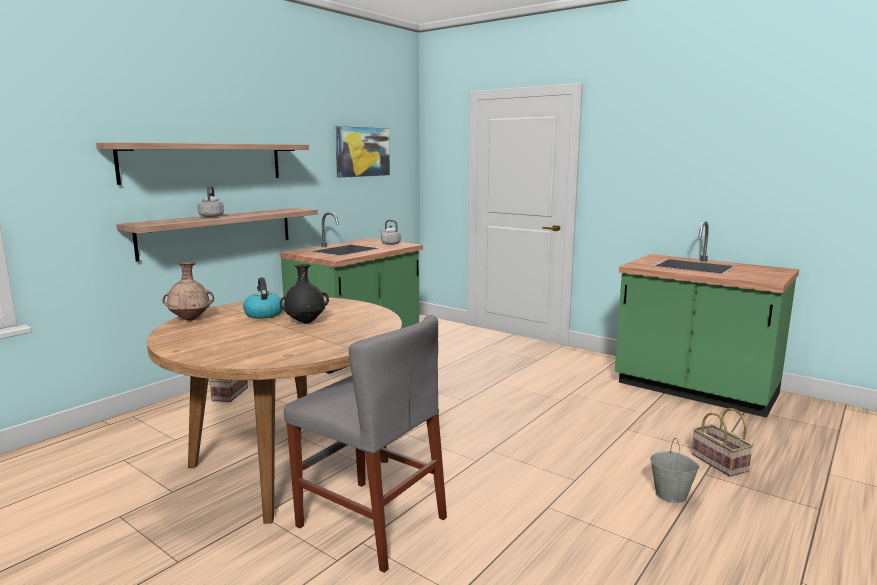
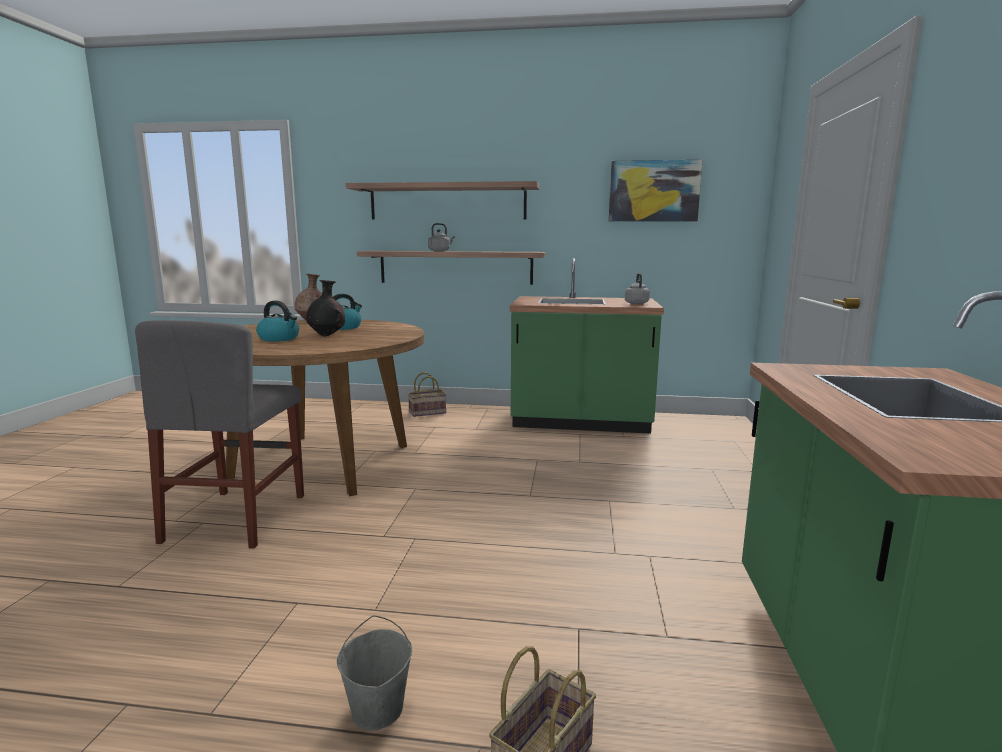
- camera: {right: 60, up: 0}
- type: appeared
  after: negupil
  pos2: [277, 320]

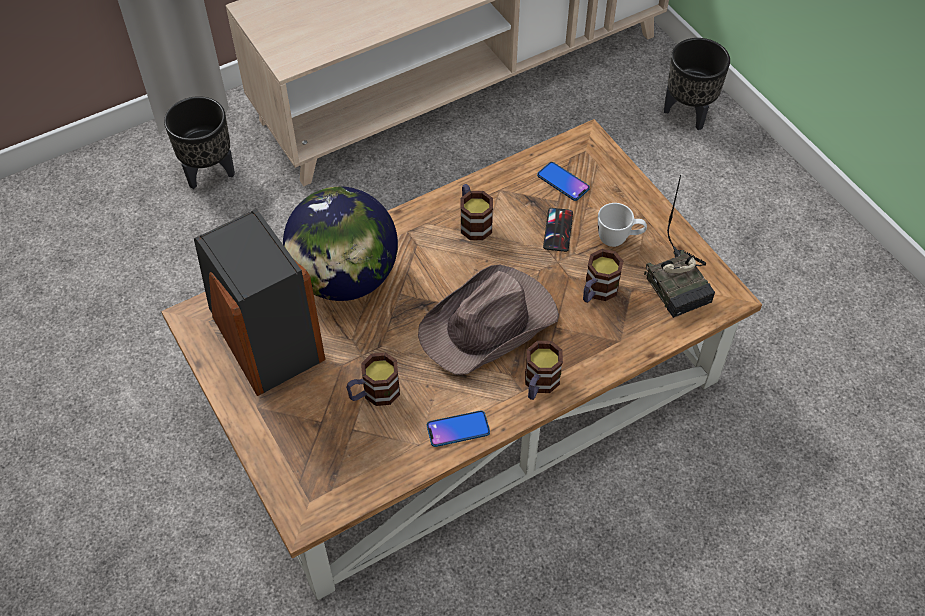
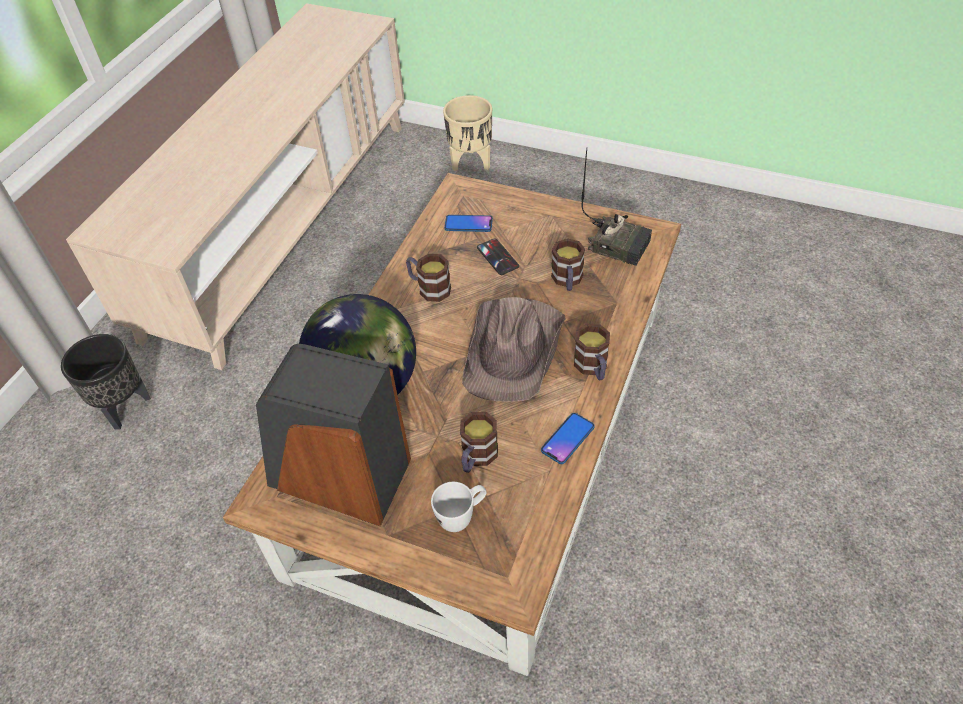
- camera: {right: -35, up: -5}
- type: colour
  before: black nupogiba
  after: beige nupogiba
  pos1: [697, 84]
  pos2: [467, 133]
- type: relocated
  before: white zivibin
  pos1: [622, 225]
  pos2: [459, 507]

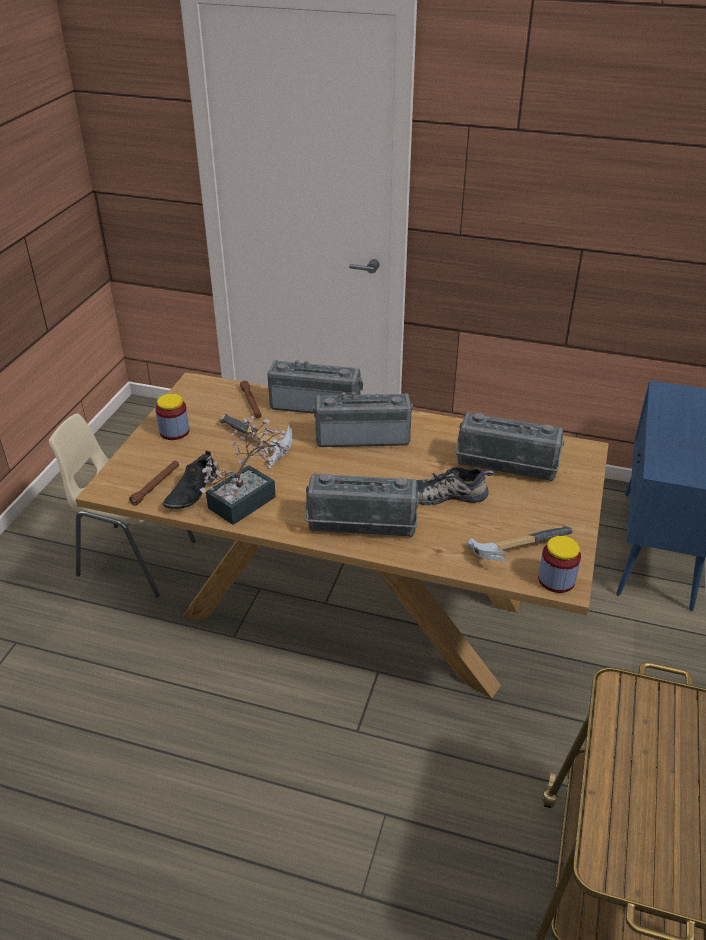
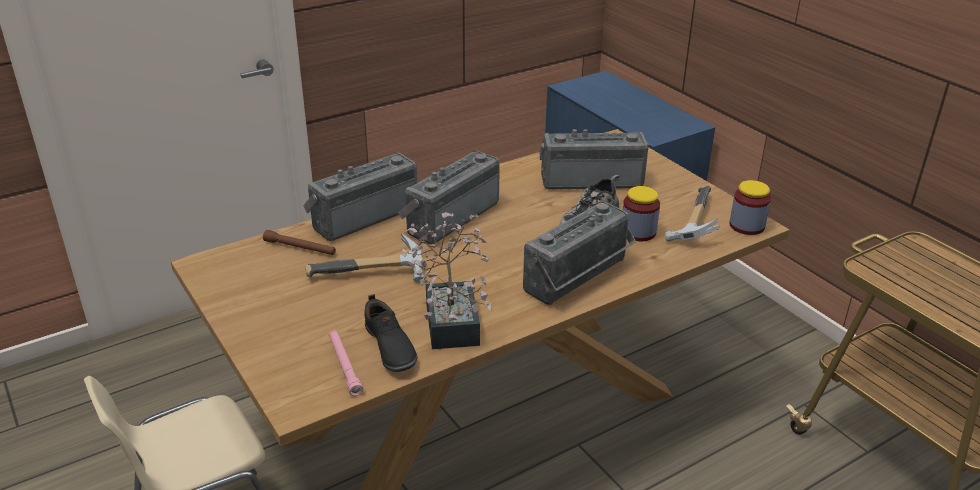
- camera: {right: -50, up: -5}
- type: relocated
  before: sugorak
  pos1: [172, 417]
  pos2: [641, 213]
- type: spun
  before: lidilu
  pos1: [509, 446]
  pos2: [594, 159]
  turn: -150
- type: colour
  before: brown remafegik
  after: pink remafegik
  pos1: [154, 483]
  pos2: [346, 363]

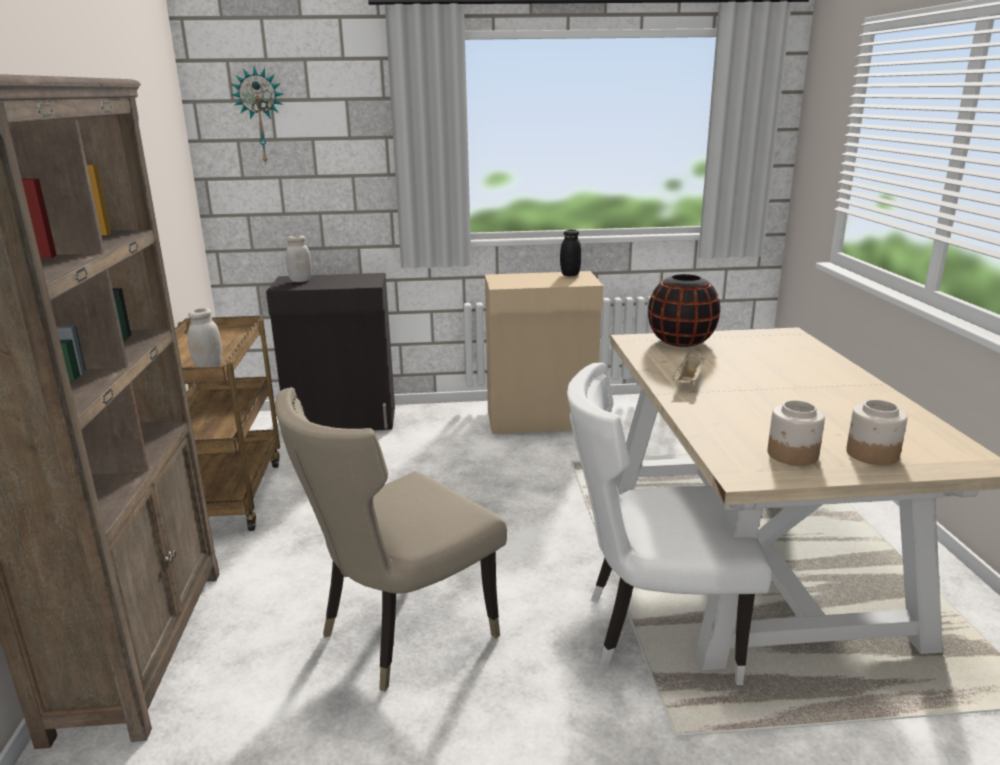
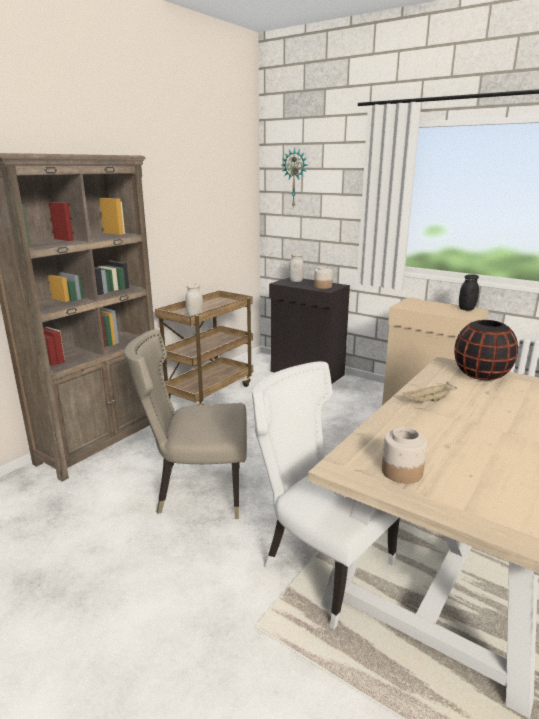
- camera: {right: 40, up: 0}
- type: relocated
  before: sugorak
  pos1: [876, 432]
  pos2: [323, 277]

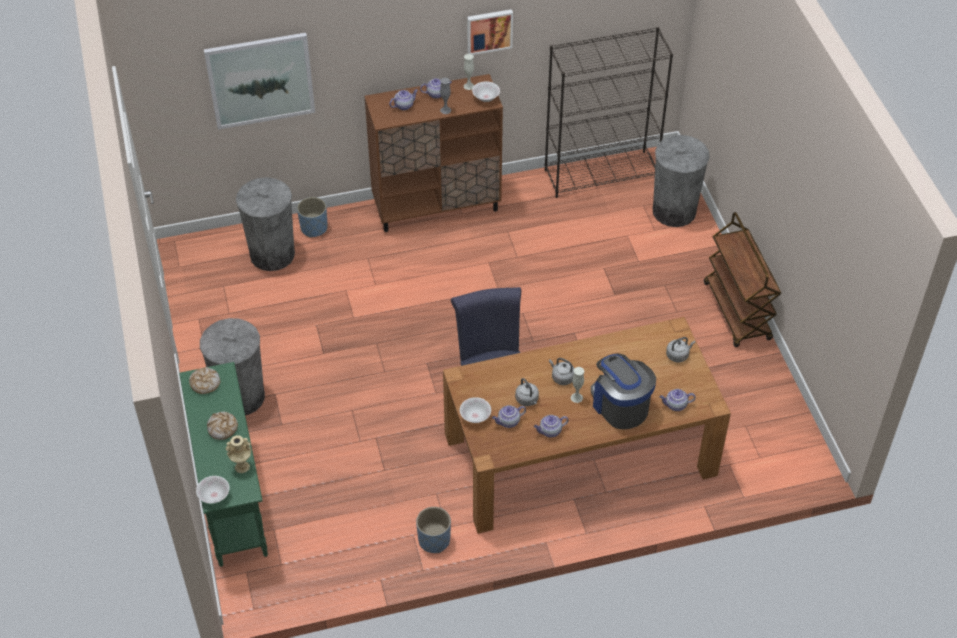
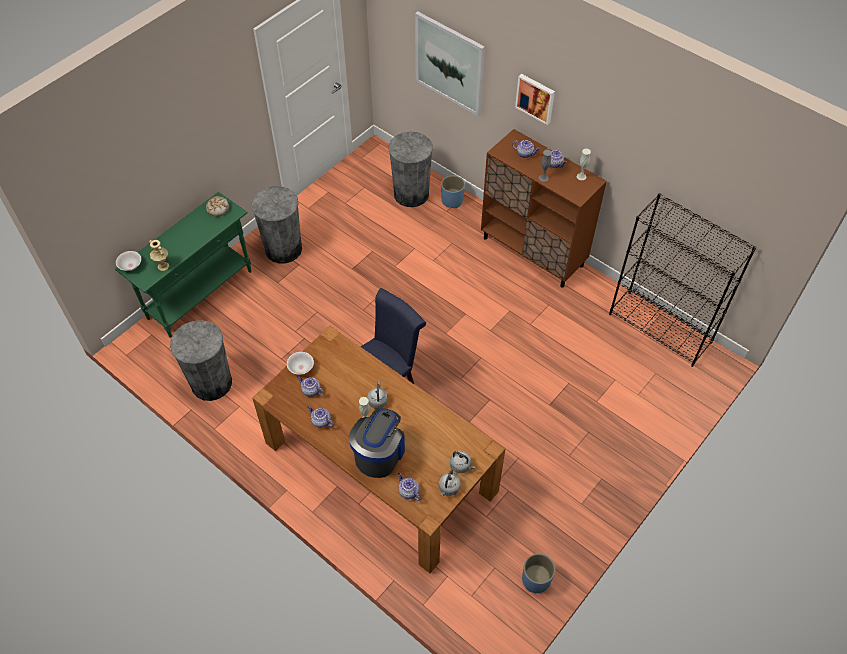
- camera: {right: 55, up: 5}
- type: relocated
  before: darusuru
  pos1: [490, 32]
  pos2: [535, 99]
- type: missing
  before: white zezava
  pos1: [486, 91]
- type: relocated
  before: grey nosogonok
  pos1: [681, 181]
  pos2: [201, 360]
- type: missing
  before: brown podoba
  pos1: [743, 279]
- type: relocated
  before: grey negupil
  pos1: [527, 392]
  pos2: [450, 483]
- type: missing
  before: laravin
  pos1: [222, 426]
- type: relocated
  before: blue nupogiba
  pos1: [433, 530]
  pos2: [538, 573]

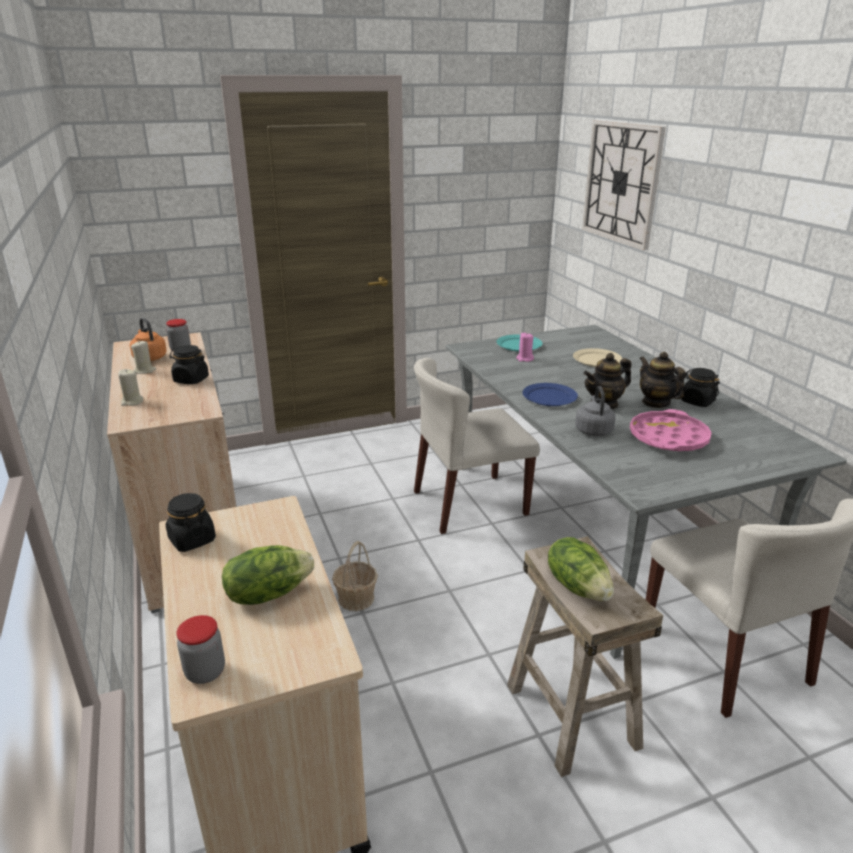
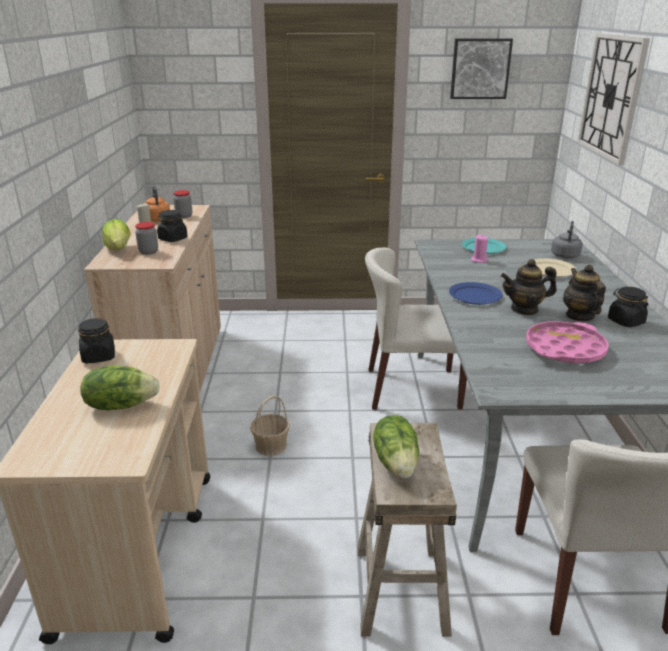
- camera: {right: 20, up: 0}
- type: exchanged
  before: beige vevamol
  after: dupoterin
  pos1: [130, 387]
  pos2: [116, 234]
- type: relocated
  before: grey negupil
  pos1: [596, 411]
  pos2: [567, 239]
- type: relocated
  before: sugorak
  pos1: [200, 649]
  pos2: [146, 238]
- type: appeared
  after: darusuru
  pos2: [481, 68]

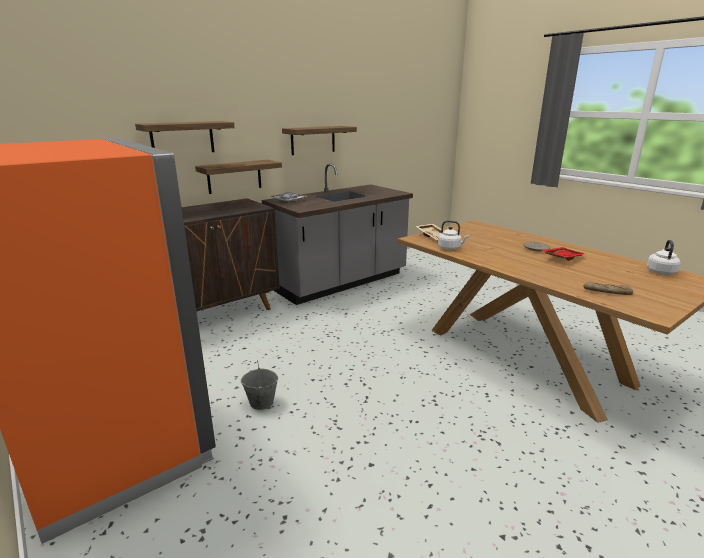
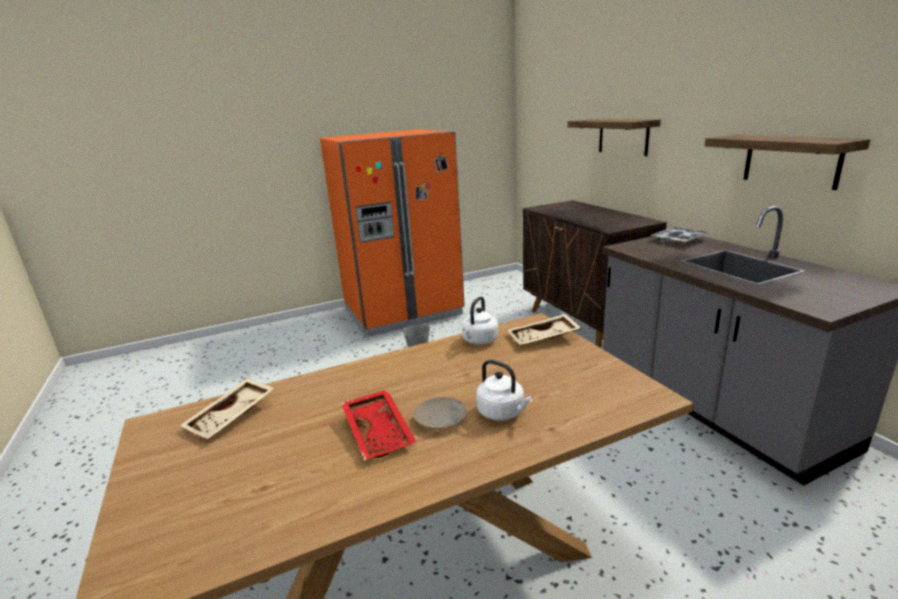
- camera: {right: 105, up: 0}
- type: missing
  before: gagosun
  pos1: [238, 177]
- type: relocated
  before: white negupil
  pos1: [663, 257]
  pos2: [504, 390]
- type: exchanged
  before: laravin
  after: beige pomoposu
  pos1: [608, 288]
  pos2: [227, 408]

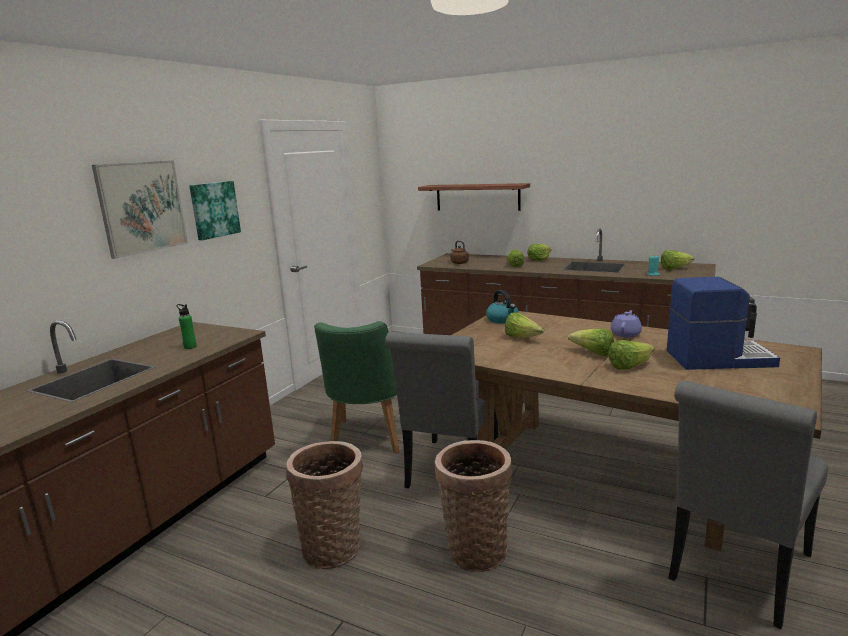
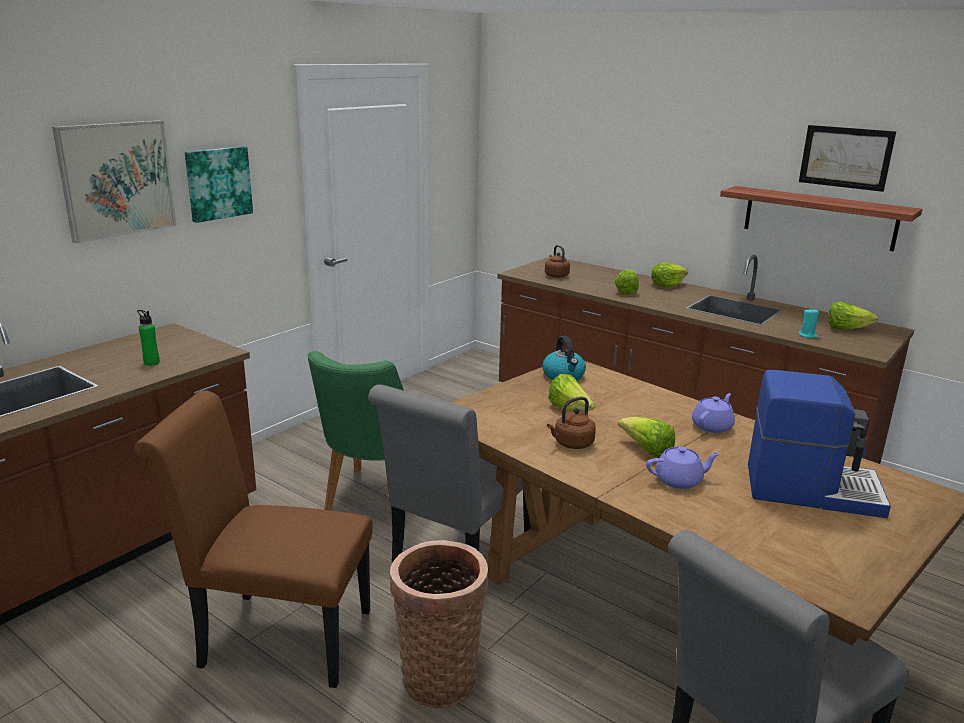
- camera: {right: 10, up: 5}
- type: relocated
  before: gagosun
  pos1: [474, 197]
  pos2: [821, 219]
- type: exchanged
  before: dupoterin
  after: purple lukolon
  pos1: [631, 355]
  pos2: [683, 468]
- type: exchanged
  before: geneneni
  after: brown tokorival
  pos1: [324, 505]
  pos2: [253, 539]
- type: appeared
  after: darusuru
  pos2: [847, 158]
- type: appeared
  after: brown negupil
  pos2: [571, 423]

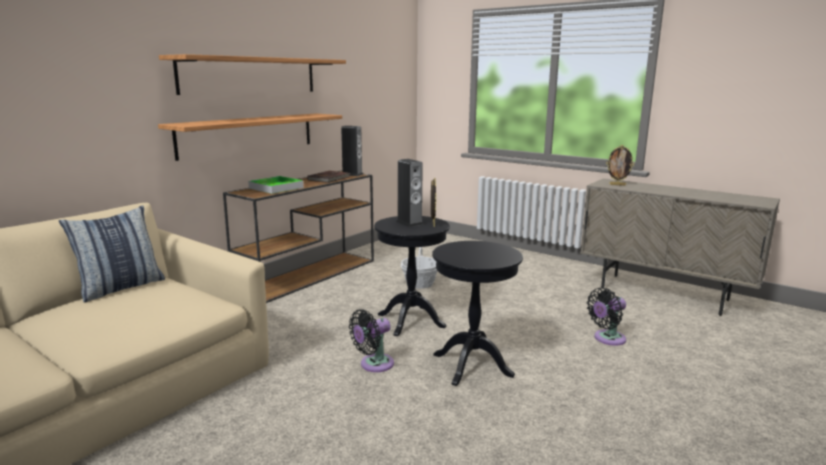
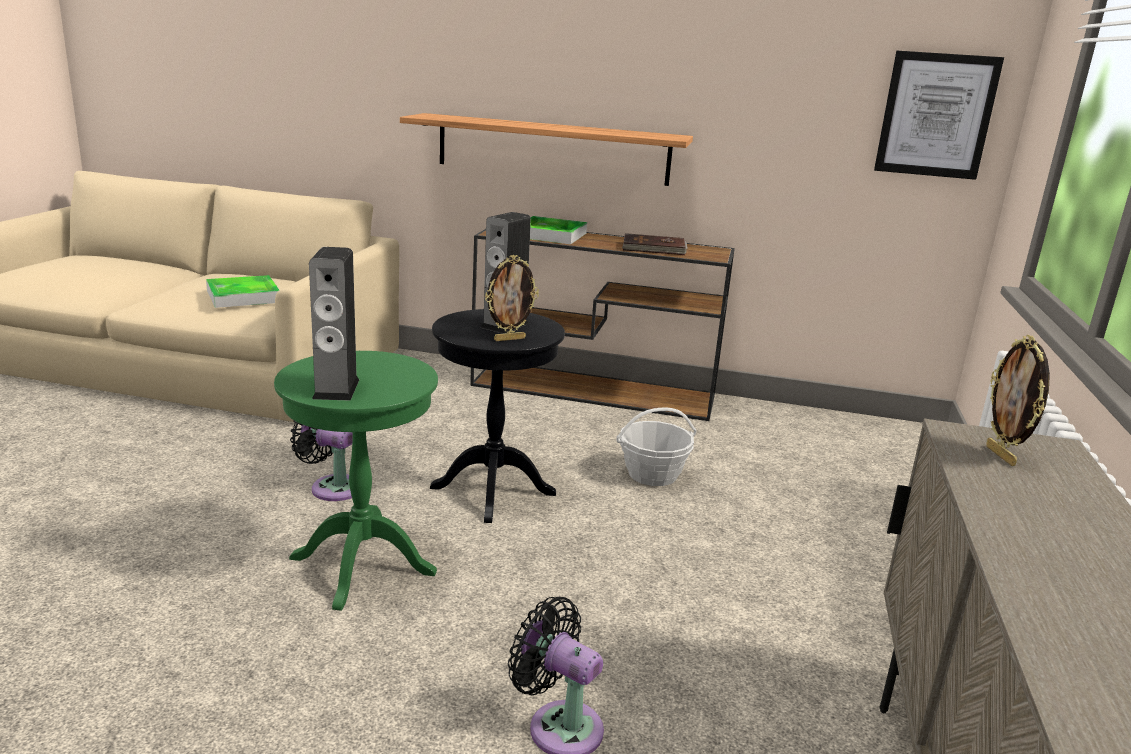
- camera: {right: 65, up: 5}
- type: missing
  before: gagosun
  pos1: [252, 74]
- type: relocated
  before: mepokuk
  pos1: [352, 151]
  pos2: [334, 324]
- type: missing
  before: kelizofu
  pos1: [112, 254]
- type: colour
  before: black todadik
  after: green todadik
  pos1: [477, 313]
  pos2: [356, 481]
- type: appeared
  after: darusuru
  pos2: [939, 115]
- type: appeared
  after: pomoposu
  pos2: [242, 291]

